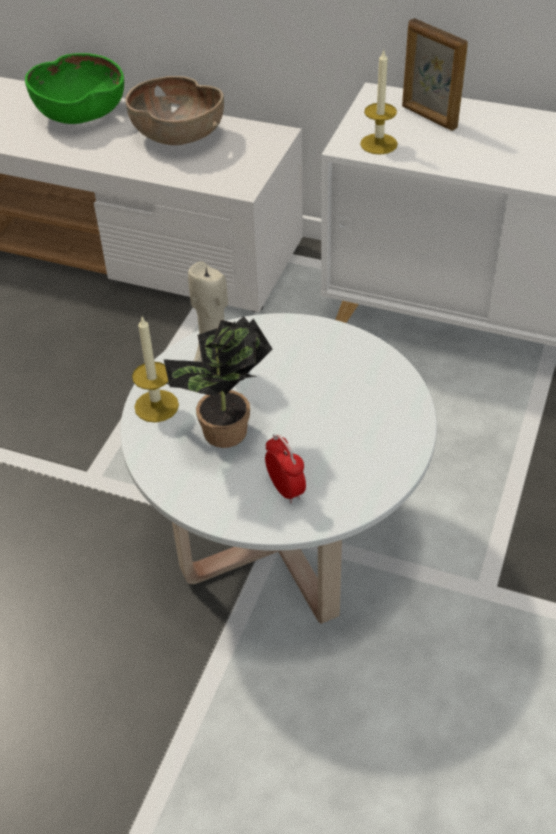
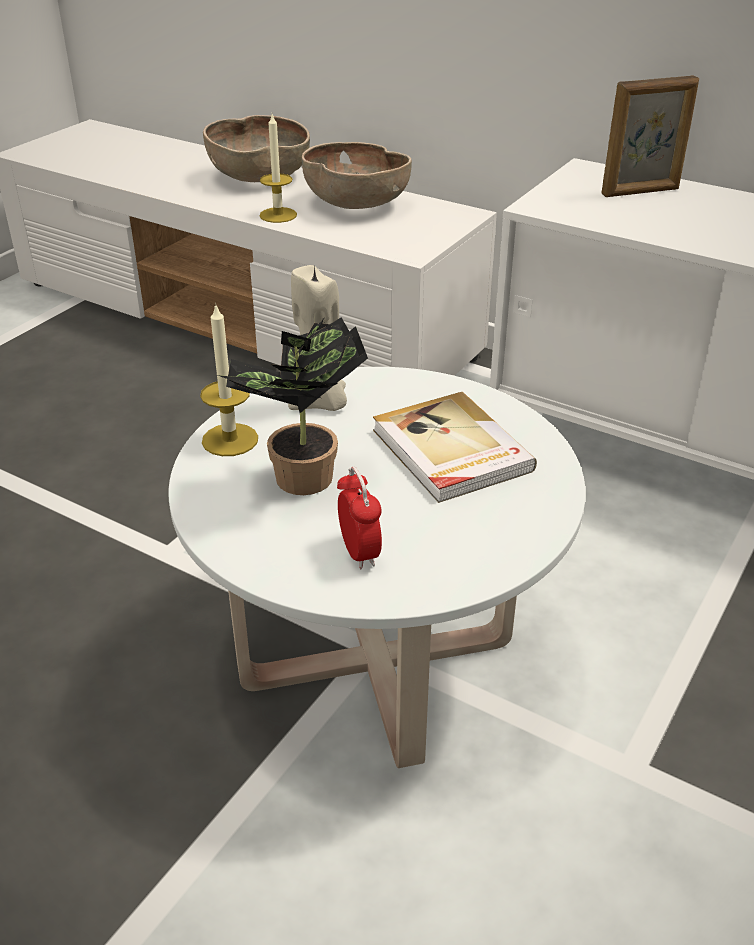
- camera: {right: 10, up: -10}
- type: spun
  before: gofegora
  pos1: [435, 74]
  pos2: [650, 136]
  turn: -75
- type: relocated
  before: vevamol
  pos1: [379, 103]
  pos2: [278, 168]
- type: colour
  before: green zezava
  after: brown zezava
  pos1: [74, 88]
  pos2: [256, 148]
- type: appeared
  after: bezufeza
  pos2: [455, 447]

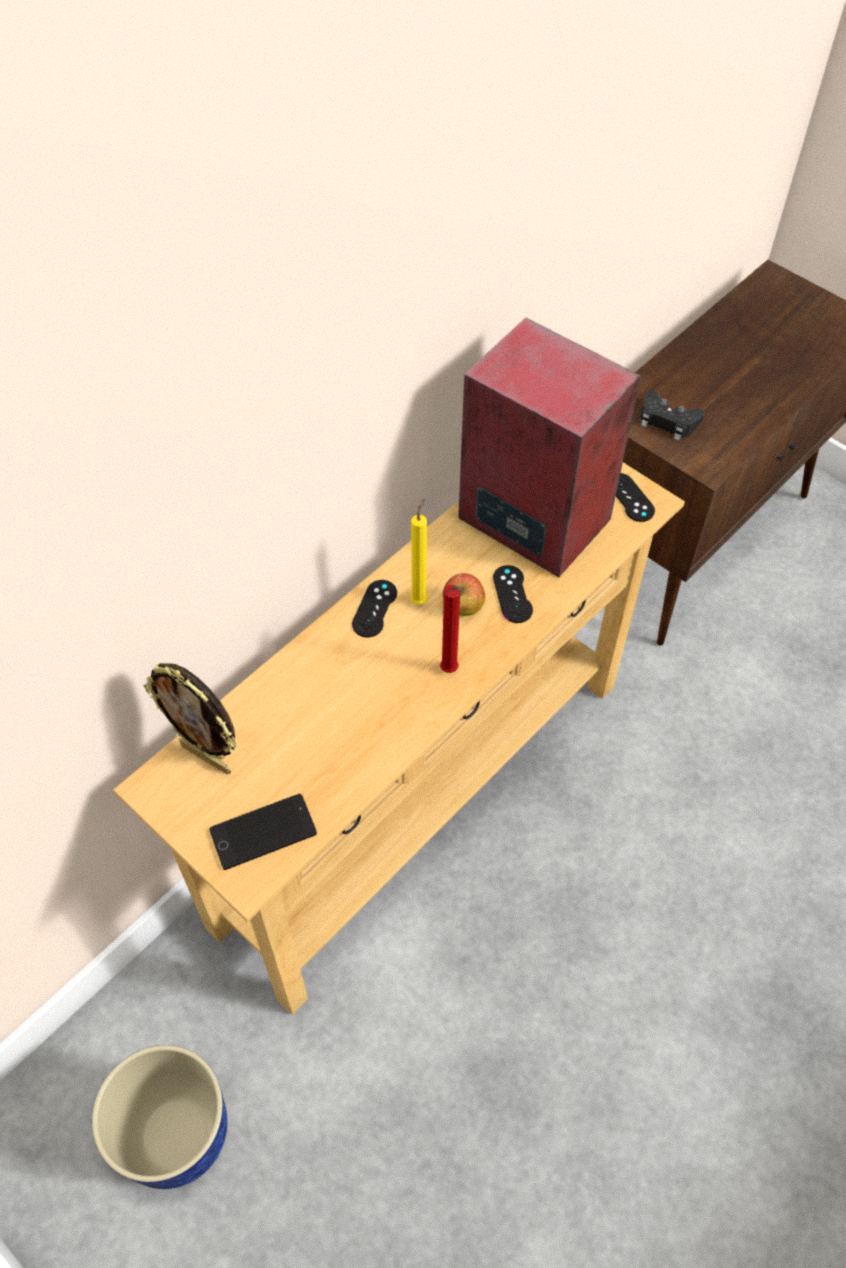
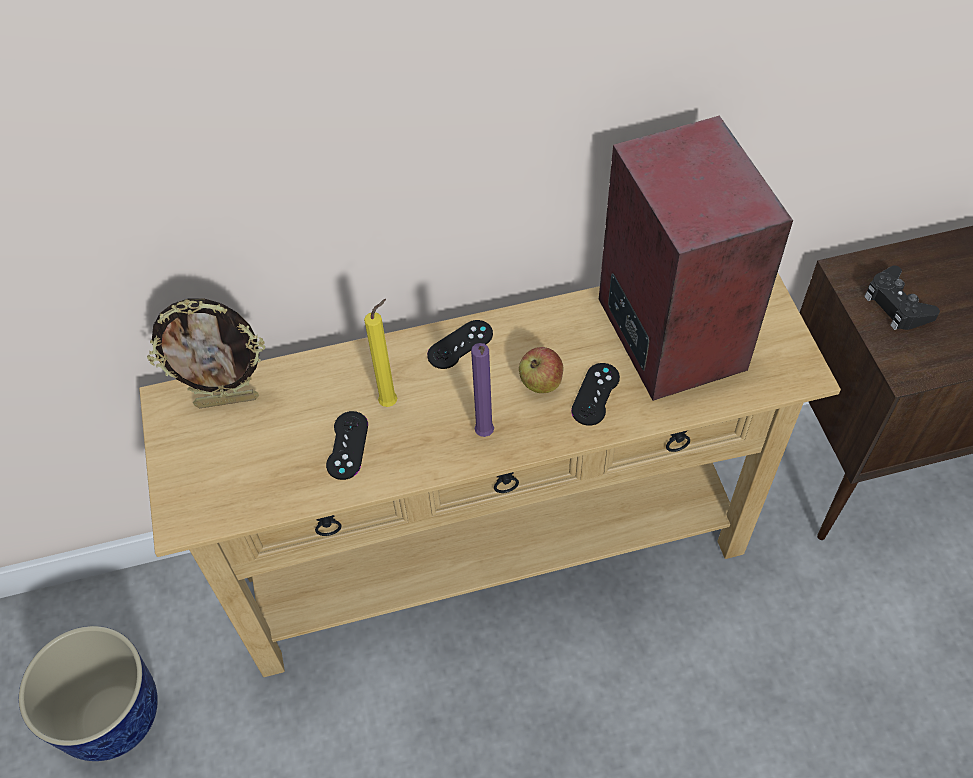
- camera: {right: 35, up: 0}
- type: relocated
  before: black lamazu
  pos1: [635, 497]
  pos2: [347, 445]
- type: relocated
  before: yellow vevamol
  pos1: [419, 551]
  pos2: [380, 353]
- type: colour
  before: red vevamol
  after: purple vevamol
  pos1: [452, 629]
  pos2: [482, 390]
- type: spun
  before: gofegora
  pos1: [190, 718]
  pos2: [206, 353]
  turn: -75
- type: missing
  before: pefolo
  pos1: [263, 832]

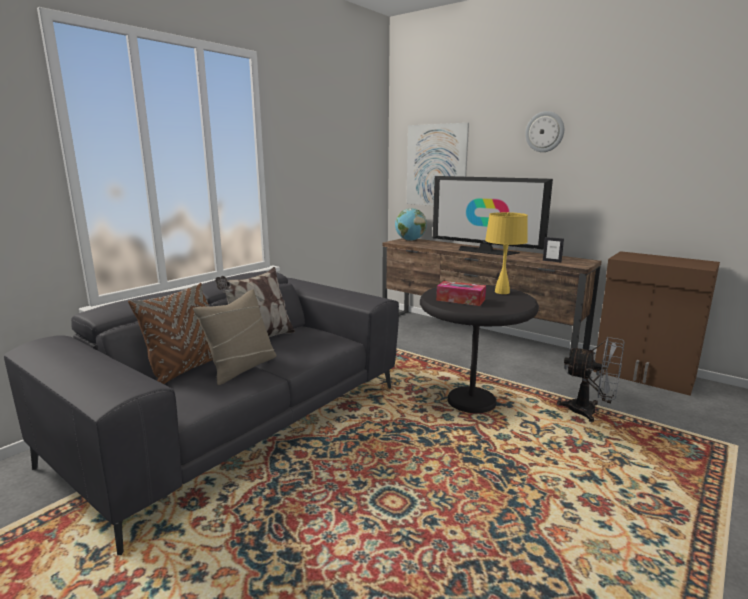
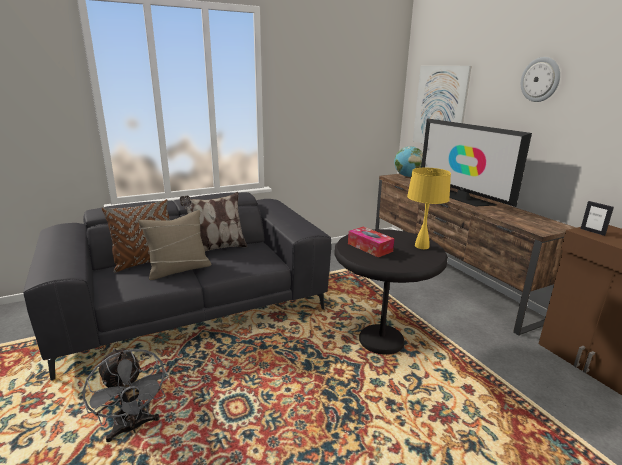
- camera: {right: 25, up: 5}
- type: relocated
  before: gofegora
  pos1: [553, 249]
  pos2: [597, 218]
- type: relocated
  before: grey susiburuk
  pos1: [590, 379]
  pos2: [125, 395]

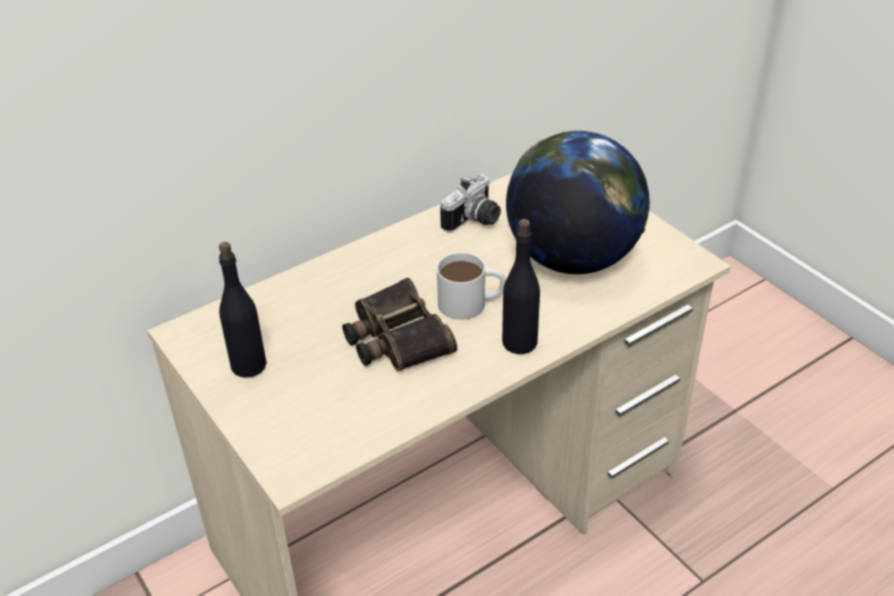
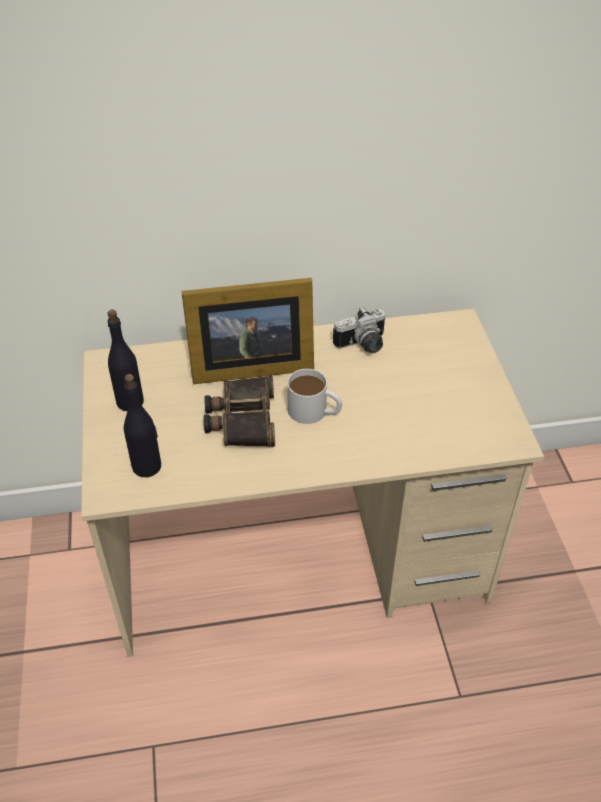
- camera: {right: 25, up: 5}
- type: missing
  before: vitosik
  pos1: [578, 202]
- type: relocated
  before: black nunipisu
  pos1: [521, 286]
  pos2: [142, 425]
- type: appeared
  after: gofegora
  pos2: [248, 331]

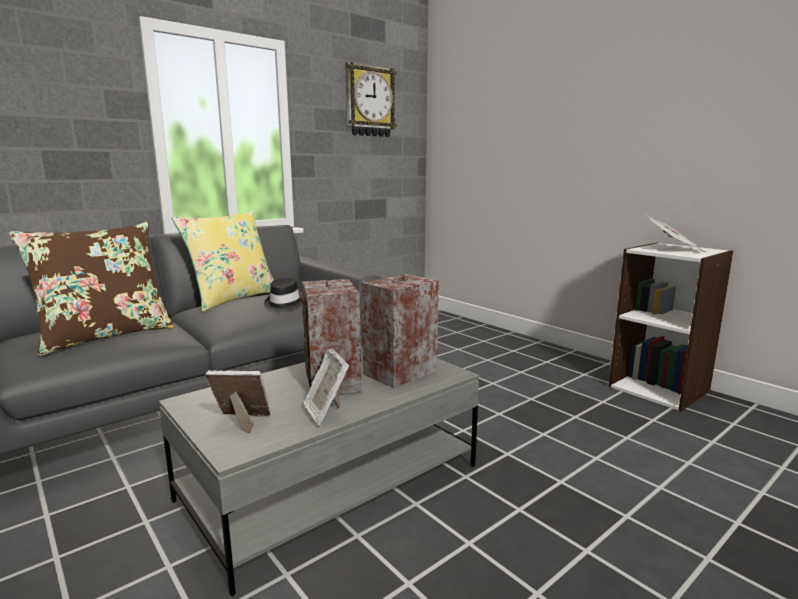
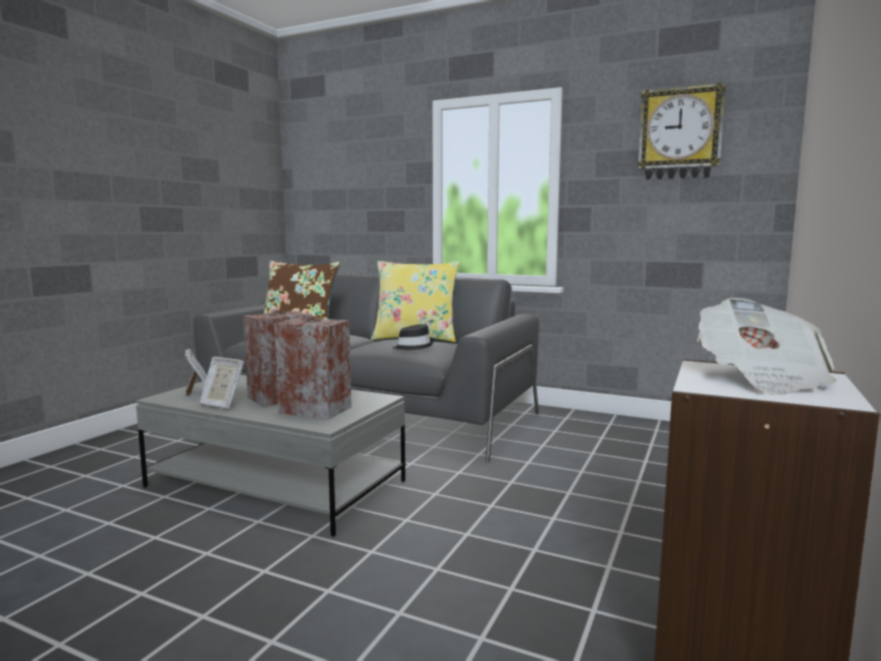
- camera: {right: 65, up: -5}
- type: spun
  before: gofegora
  pos1: [326, 386]
  pos2: [222, 383]
  turn: -105

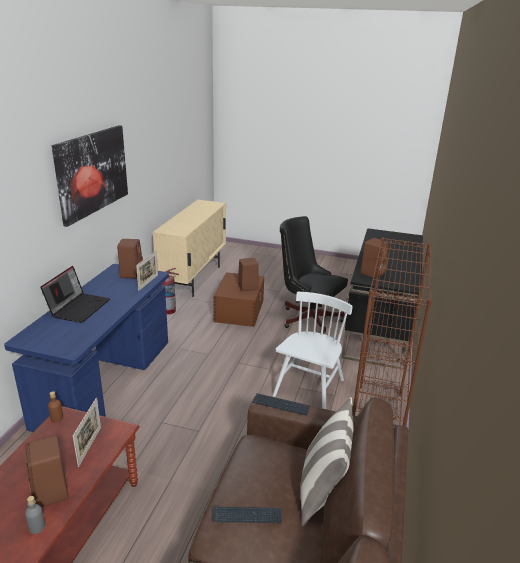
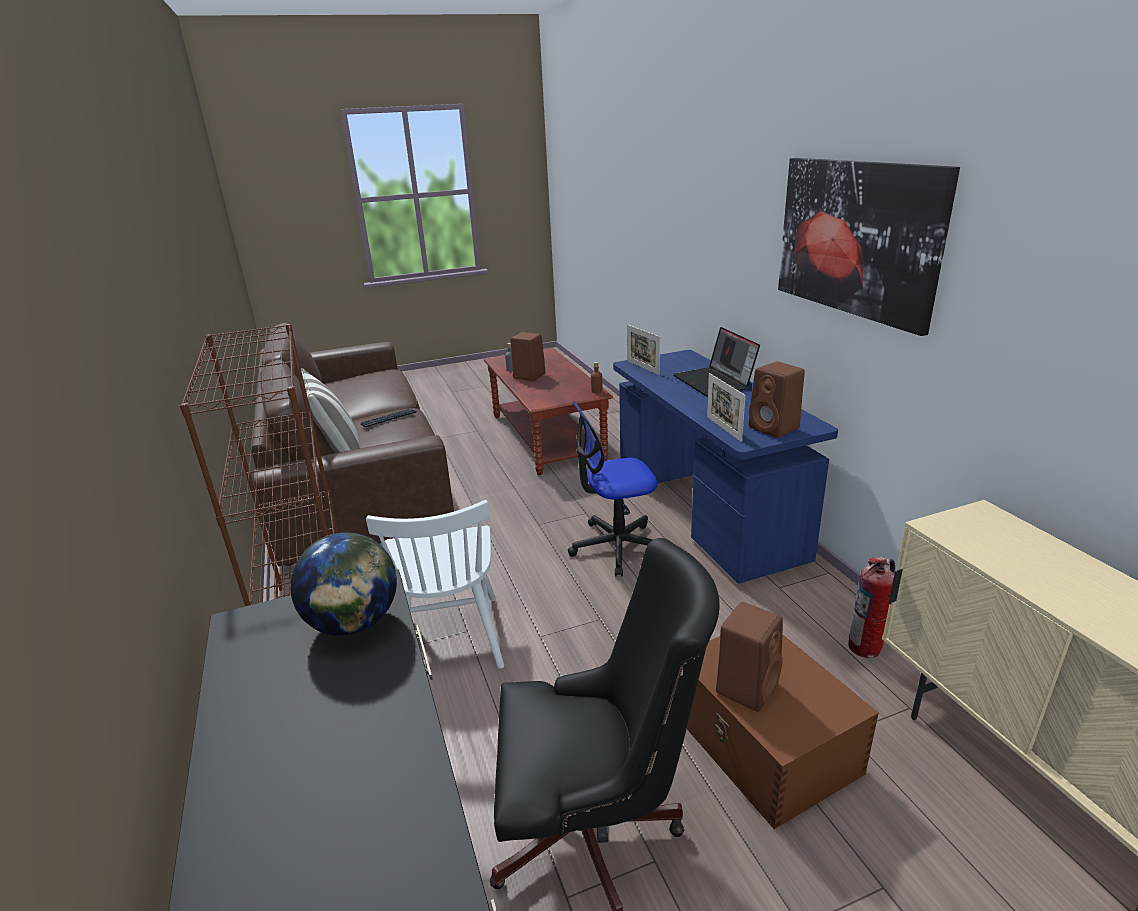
- camera: {right: 145, up: 0}
- type: exchanged
  before: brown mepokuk
  after: vitosik
  pos1: [374, 258]
  pos2: [343, 584]
- type: missing
  before: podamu
  pos1: [281, 404]
- type: relocated
  before: gofegora
  pos1: [87, 432]
  pos2: [643, 350]
- type: appeared
  after: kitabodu
  pos2: [612, 489]

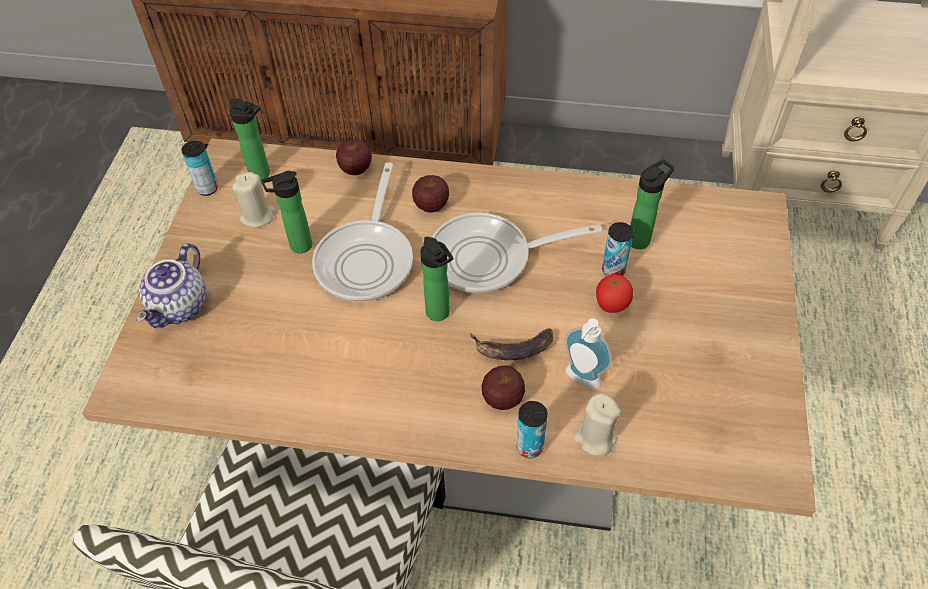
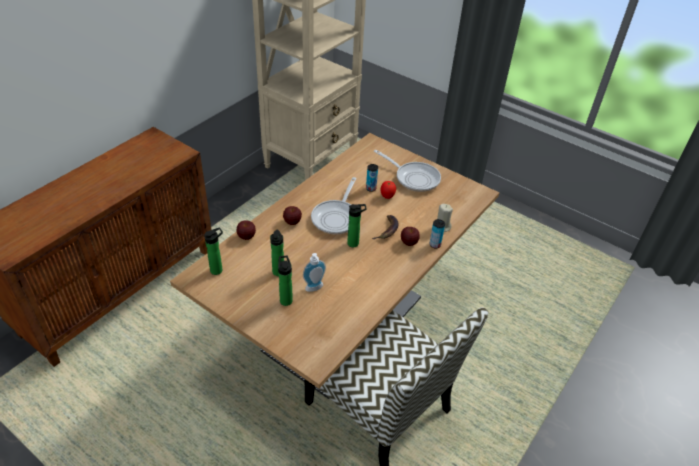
- camera: {right: -65, up: -10}
- type: missing
  before: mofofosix
  pos1: [199, 168]
- type: relocated
  before: nunipisu
  pos1: [652, 204]
  pos2: [285, 281]
- type: relocated
  before: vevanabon
  pos1: [362, 232]
  pos2: [407, 171]
- type: missing
  before: beige vevamol
  pos1: [253, 200]
- type: missing
  before: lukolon
  pos1: [171, 285]
- type: relocated
  before: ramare
  pos1: [588, 353]
  pos2: [314, 272]

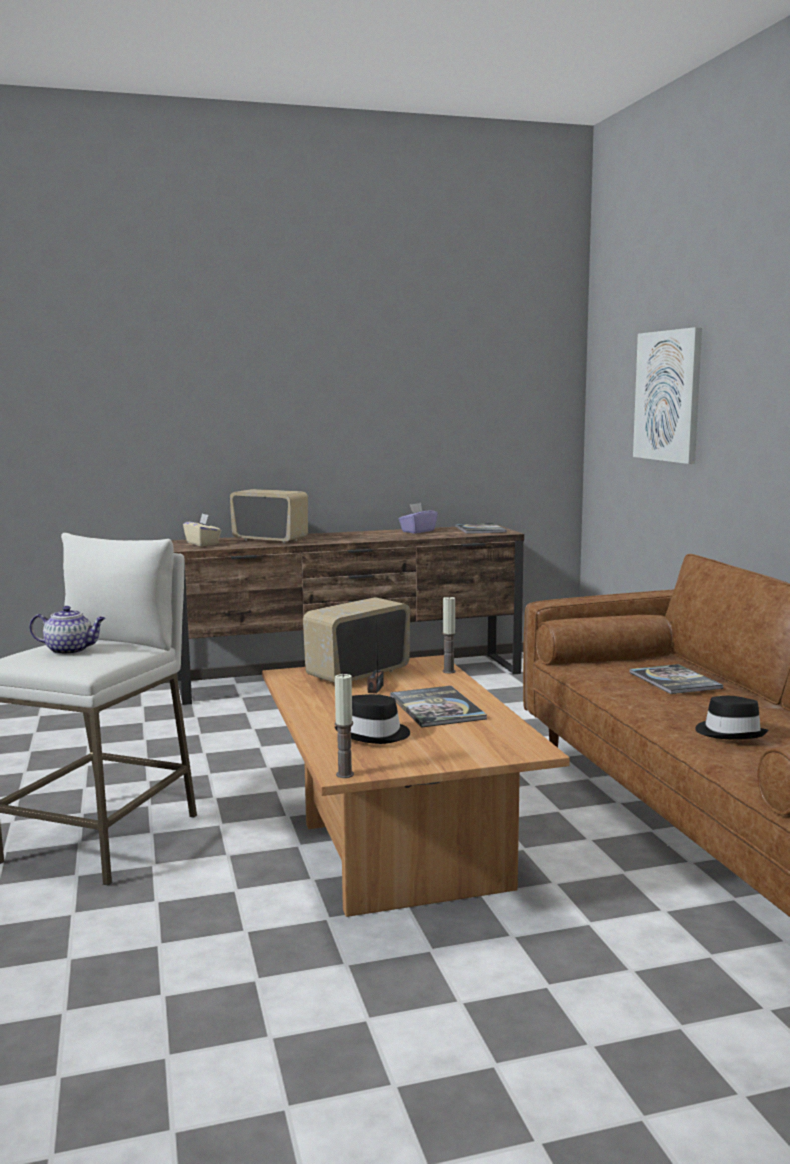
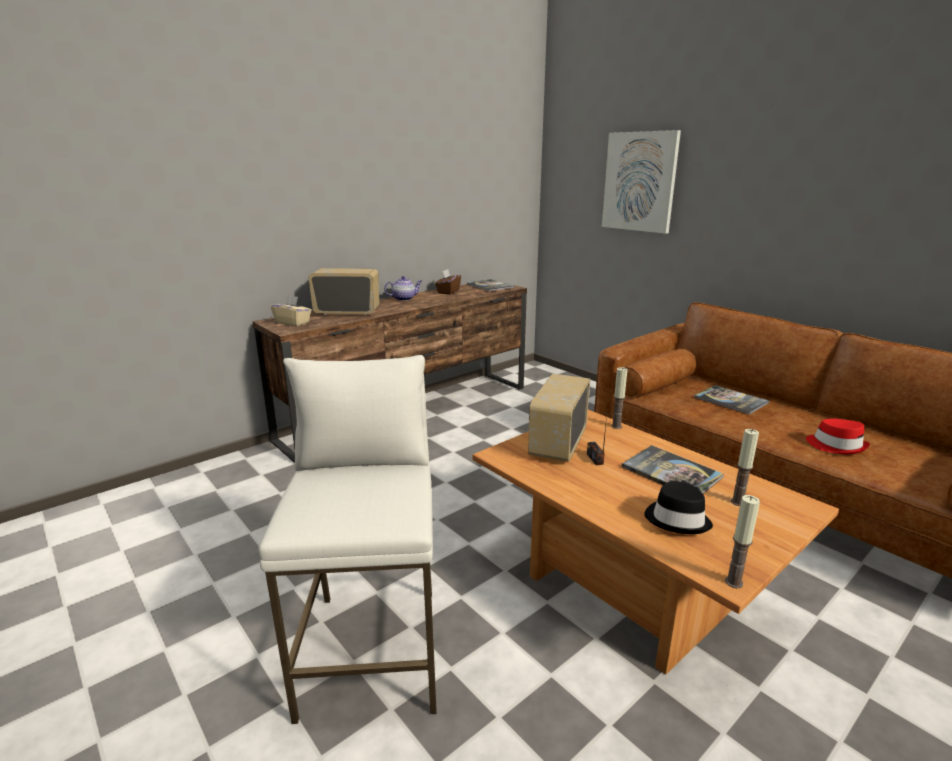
- camera: {right: -25, up: 10}
- type: colour
  before: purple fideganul
  after: brown fideganul
  pos1: [418, 518]
  pos2: [448, 281]
- type: relocated
  before: lukolon
  pos1: [68, 630]
  pos2: [403, 288]
- type: colour
  before: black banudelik
  after: red banudelik
  pos1: [731, 717]
  pos2: [838, 437]
- type: appeared
  after: vevamol
  pos2: [745, 467]

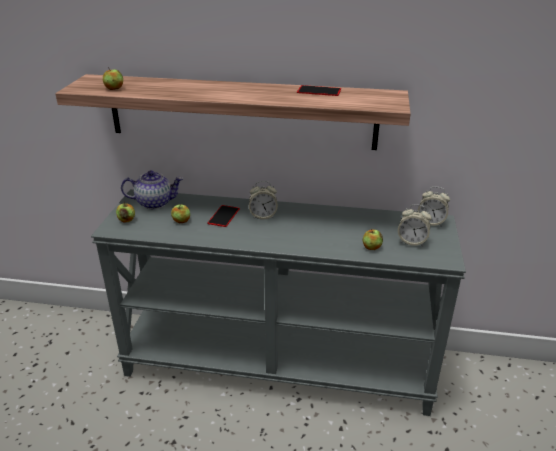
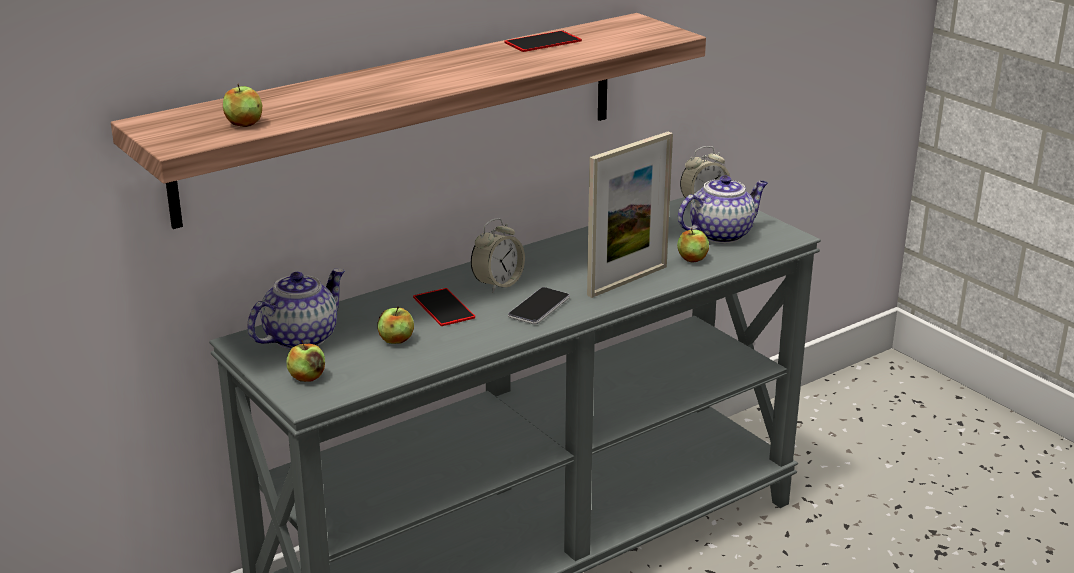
- camera: {right: -45, up: -5}
- type: exchanged
  before: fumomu
  after: lukolon
  pos1: [415, 225]
  pos2: [723, 209]
- type: appeared
  after: gofegora
  pos2: [630, 215]
- type: appeared
  after: pefolo
  pos2: [539, 306]

